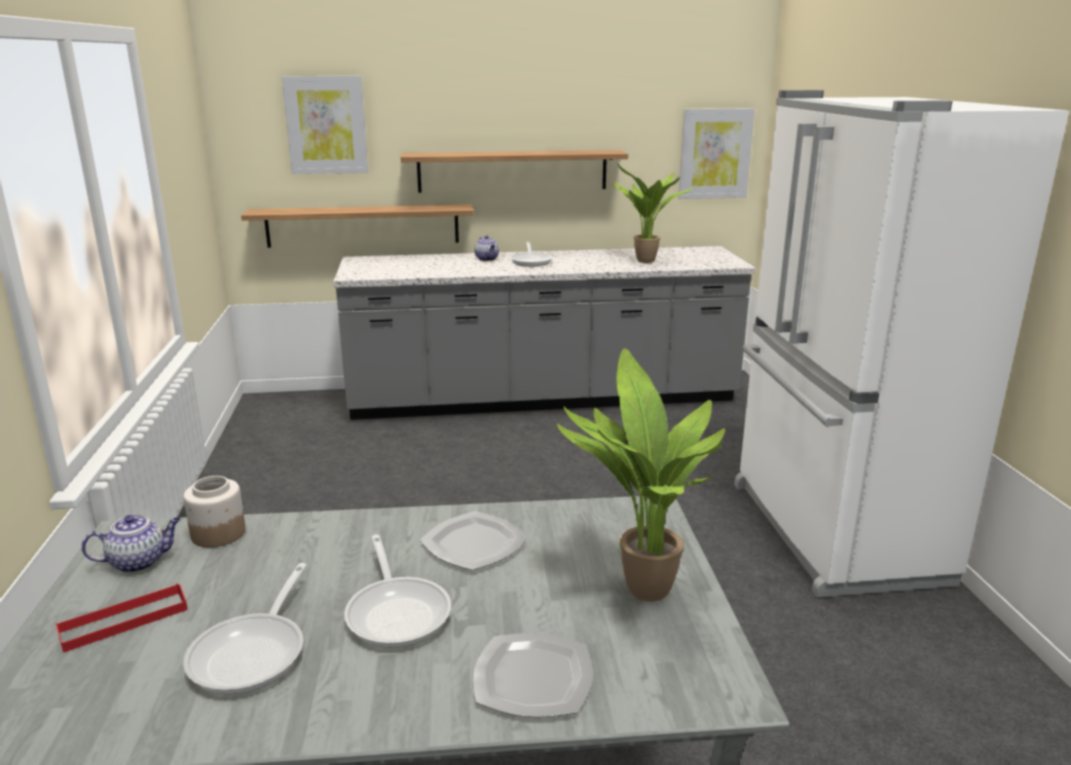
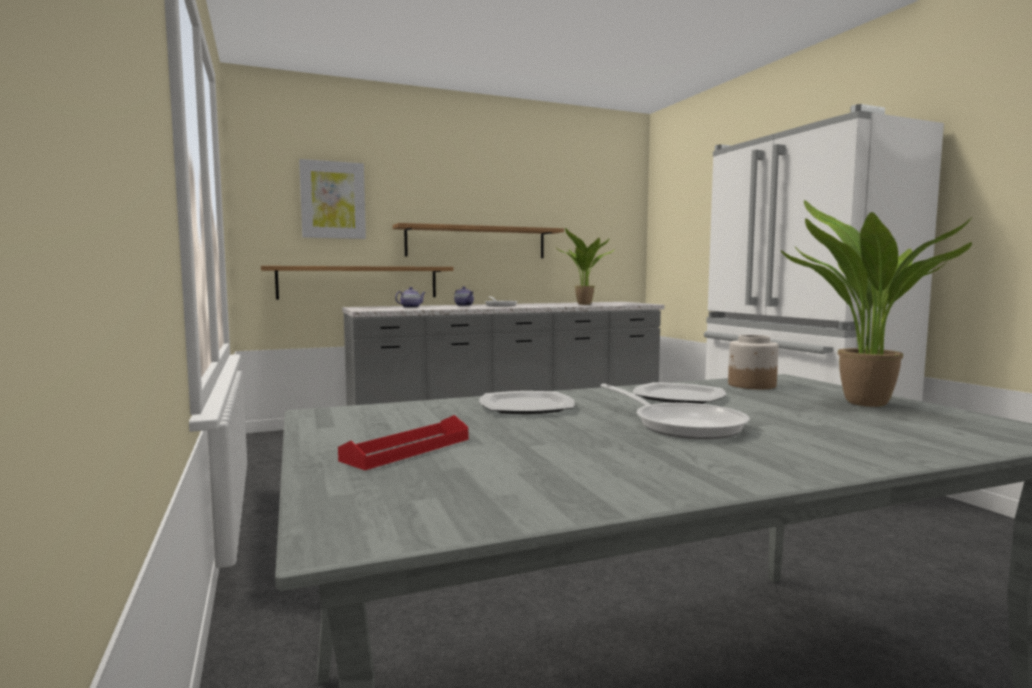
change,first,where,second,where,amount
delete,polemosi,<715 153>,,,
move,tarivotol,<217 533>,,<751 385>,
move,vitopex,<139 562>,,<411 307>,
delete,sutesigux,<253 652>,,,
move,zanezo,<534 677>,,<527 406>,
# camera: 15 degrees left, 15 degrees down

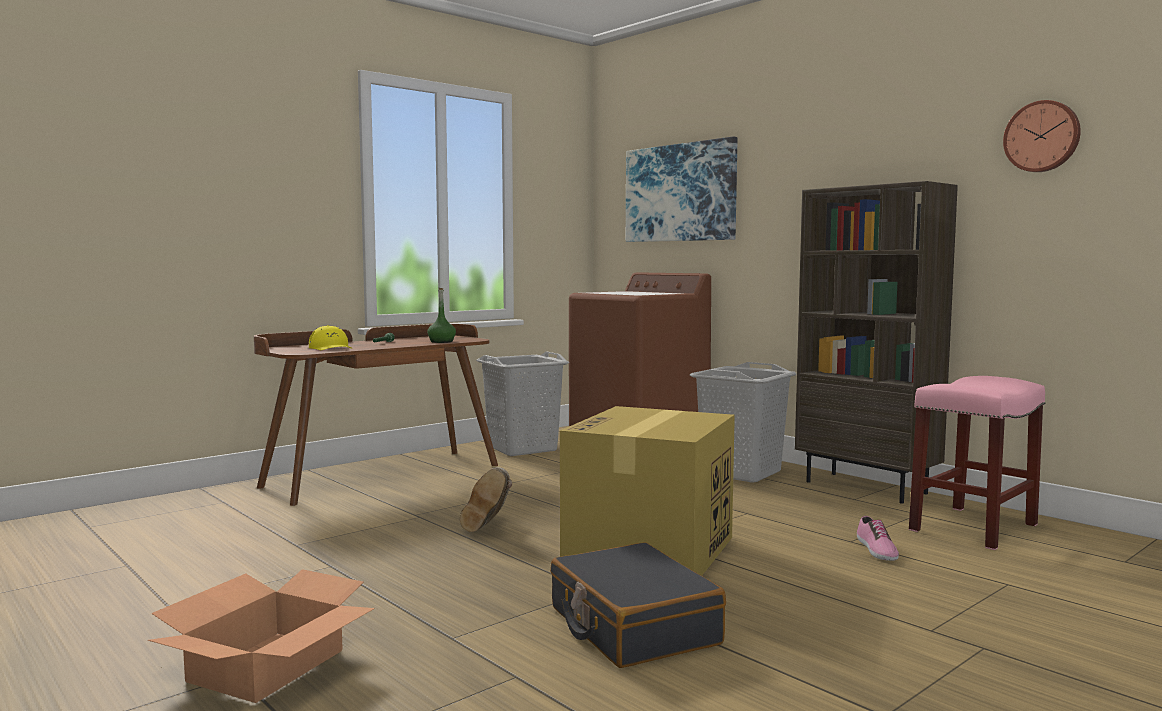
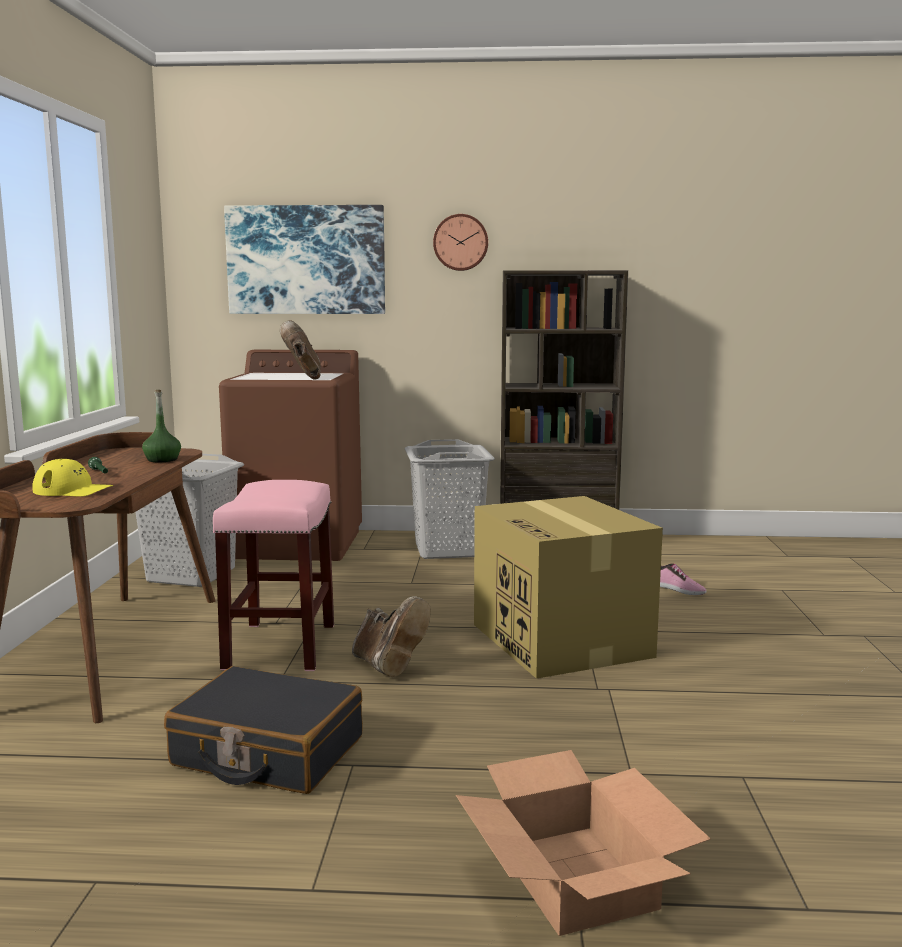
change,first,where,second,where,amount
move,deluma,<1042 137>,,<460 242>,
move,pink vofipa,<974 528>,,<281 647>,
move,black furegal,<632 626>,,<267 752>,
insert,,,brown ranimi,<304 377>,
# camera: 45 degrees left, 5 degrees up

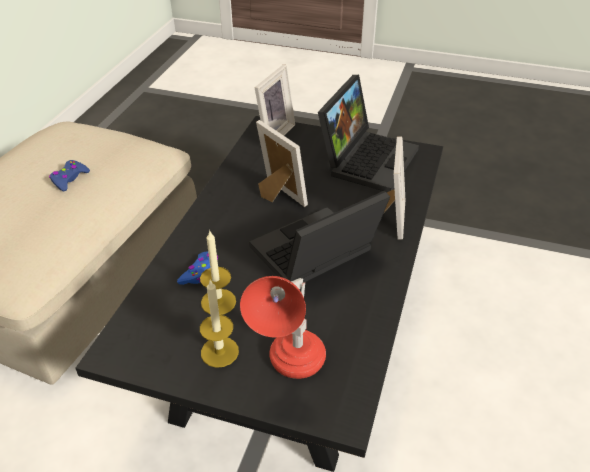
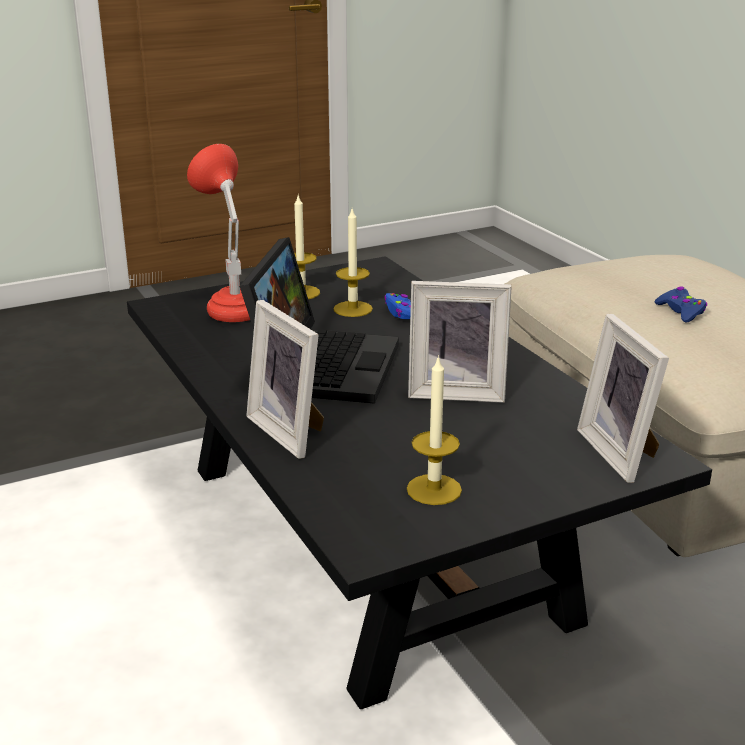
change,first,where,second,where,amount
replace,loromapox,<367 158>,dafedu,<434 489>,
# camera: 135 degrees right, 15 degrees down

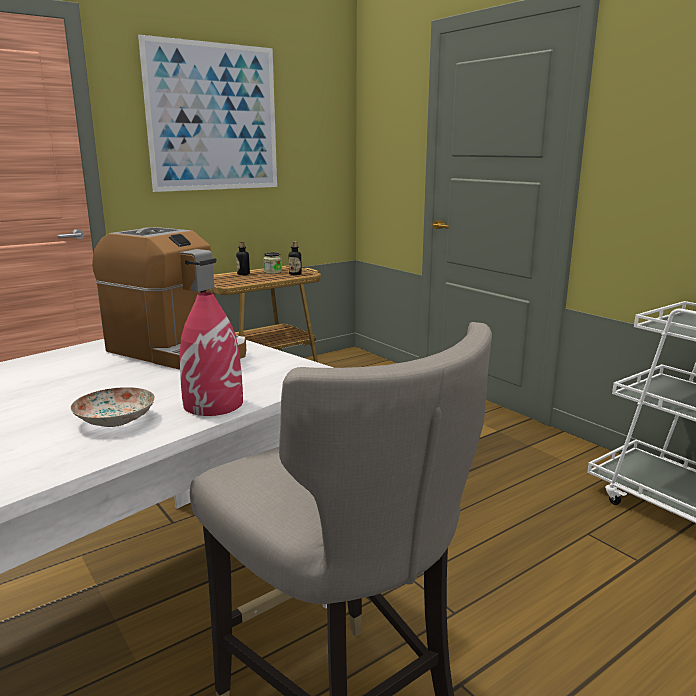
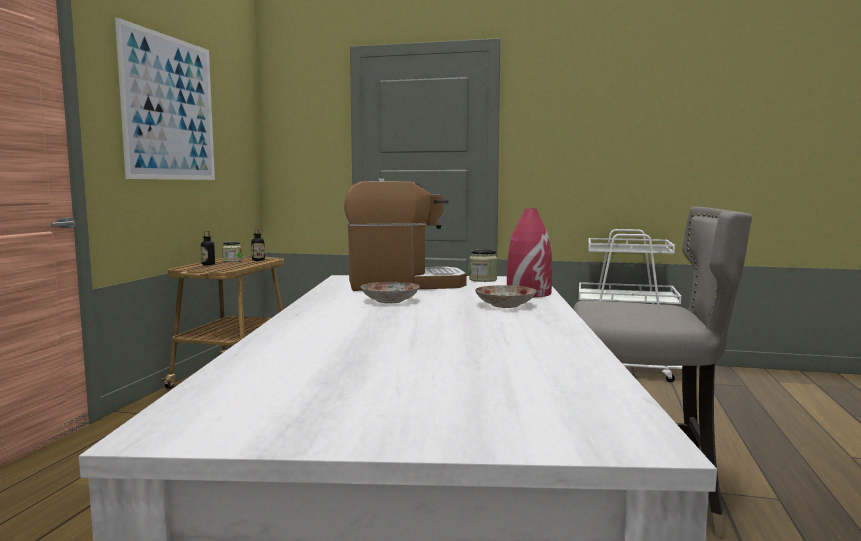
change,first,where,second,where,amount
insert,,,tarivotol,<483 279>,
insert,,,zanezo,<391 301>,
# camera: 40 degrees left, 10 degrees down

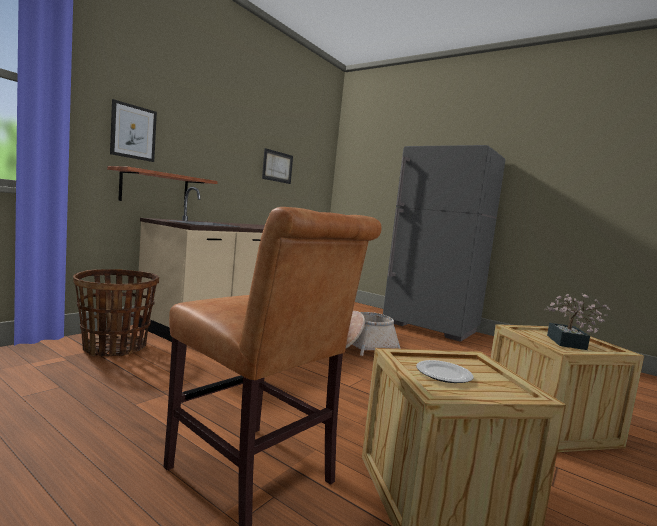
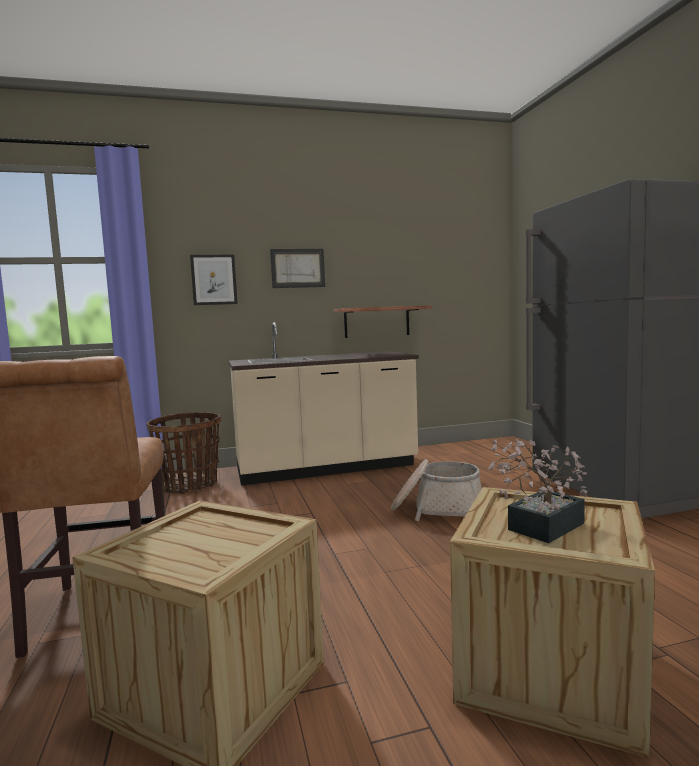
change,first,where,second,where,amount
move,polemosi,<277 166>,,<297 268>,
move,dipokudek,<155 188>,,<377 322>,
delete,zanezo,<443 374>,,,
# camera: 40 degrees right, 0 degrees up

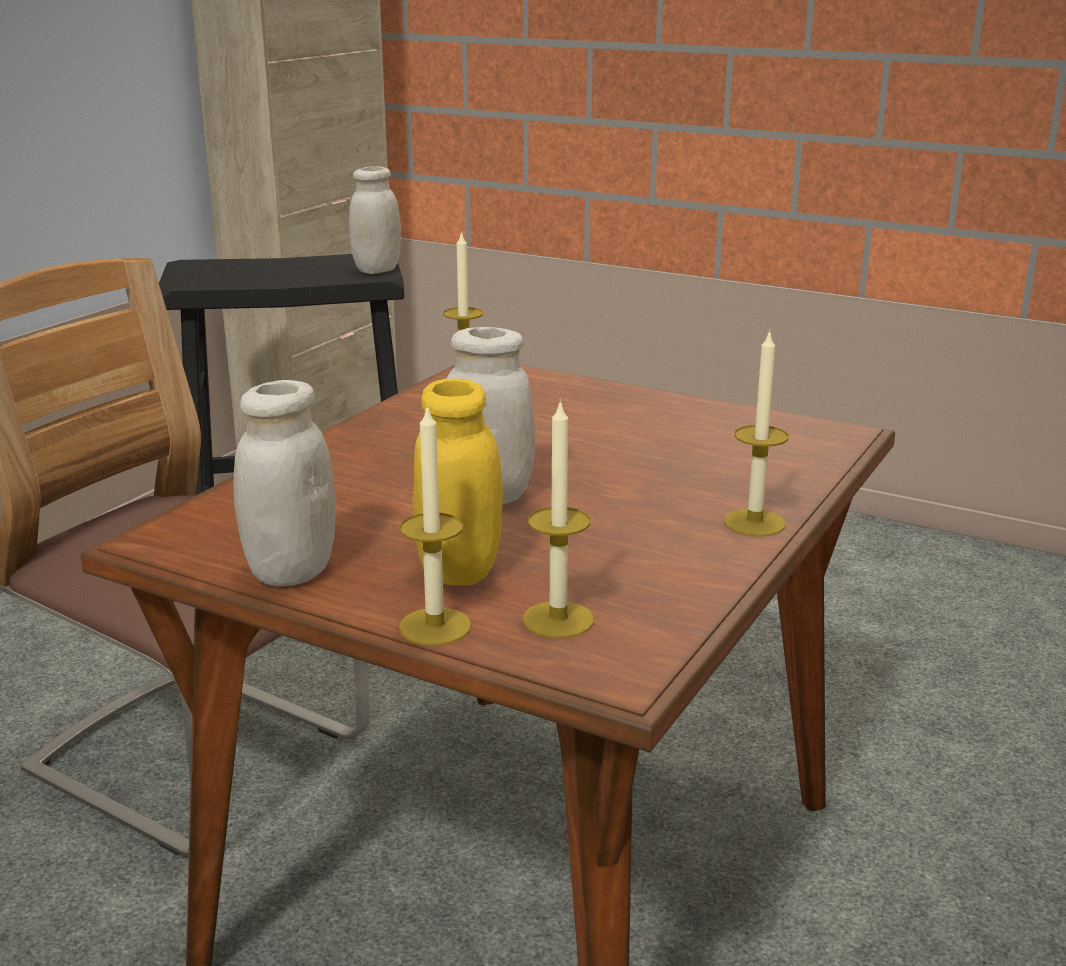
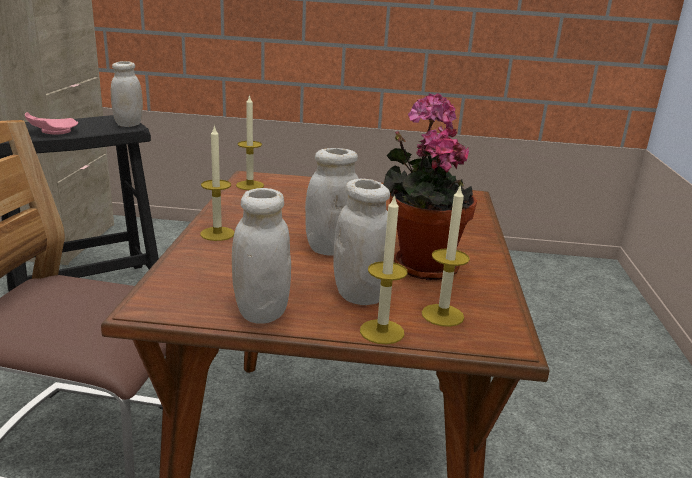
change,first,where,second,where,amount
move,dafedu,<754 523>,,<217 234>,
recolor,yellow tarivotol,<459 570>,white tarivotol,<360 295>,
insert,,,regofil,<420 264>,
insert,,,pink zanezo,<52 132>,
# camera: 25 degrees left, 0 degrees up

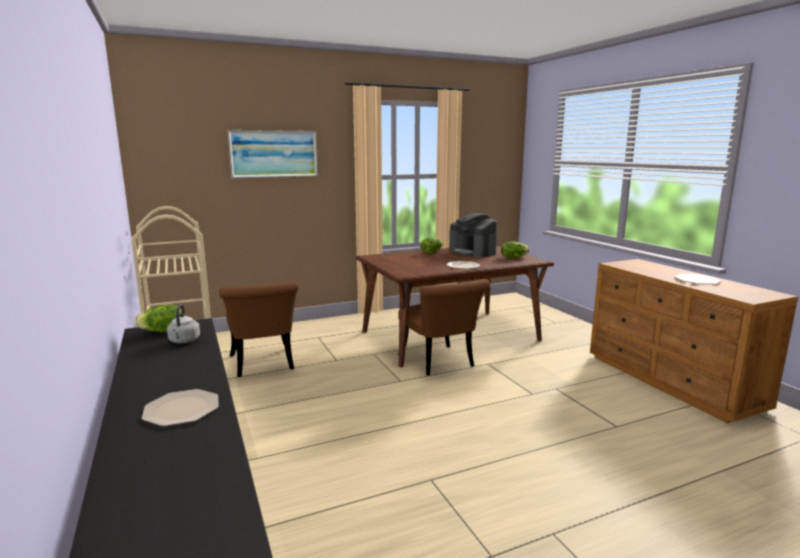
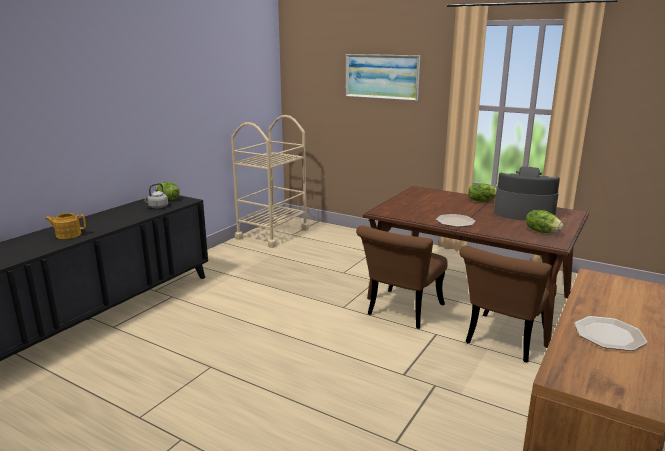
change,first,where,second,where,amount
rotate,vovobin,<473 252>,,<523 213>,90 degrees clockwise
move,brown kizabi,<263 365>,,<502 341>,
replace,zanezo,<181 409>,vitopex,<68 235>,
# camera: 55 degrees right, 5 degrees up

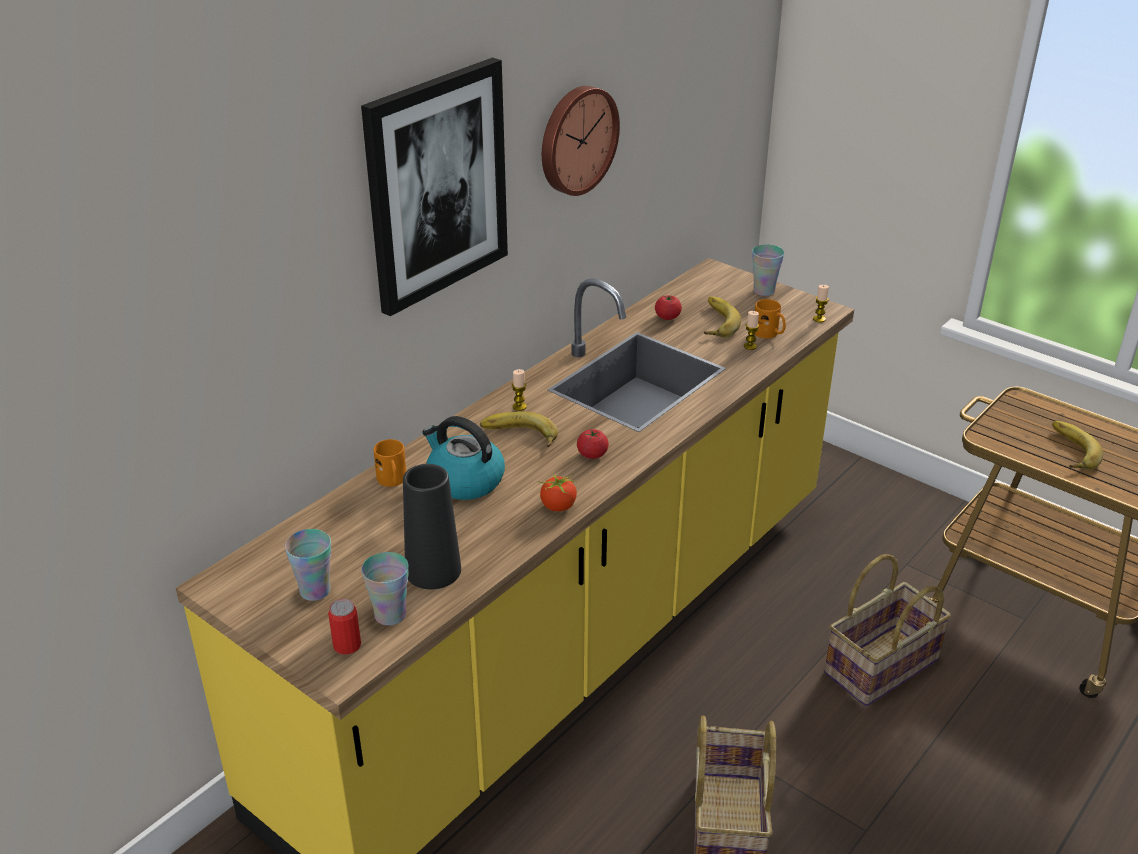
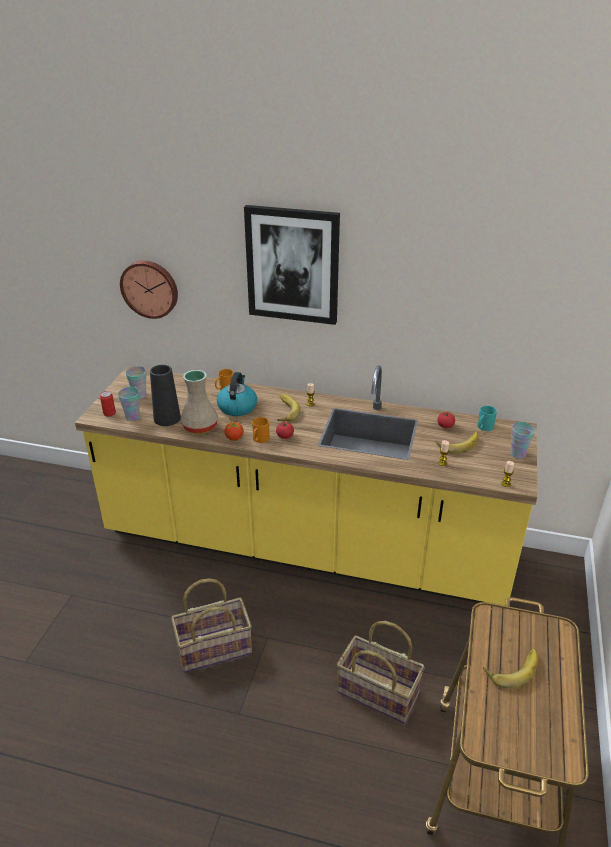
change,first,where,second,where,amount
move,deluma,<576 139>,,<150 288>,
move,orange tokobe,<769 334>,,<259 440>,
insert,,,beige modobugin,<199 426>,
insert,,,turquoise tokobe,<483 428>,
# camera: 65 degrees right, 0 degrees up

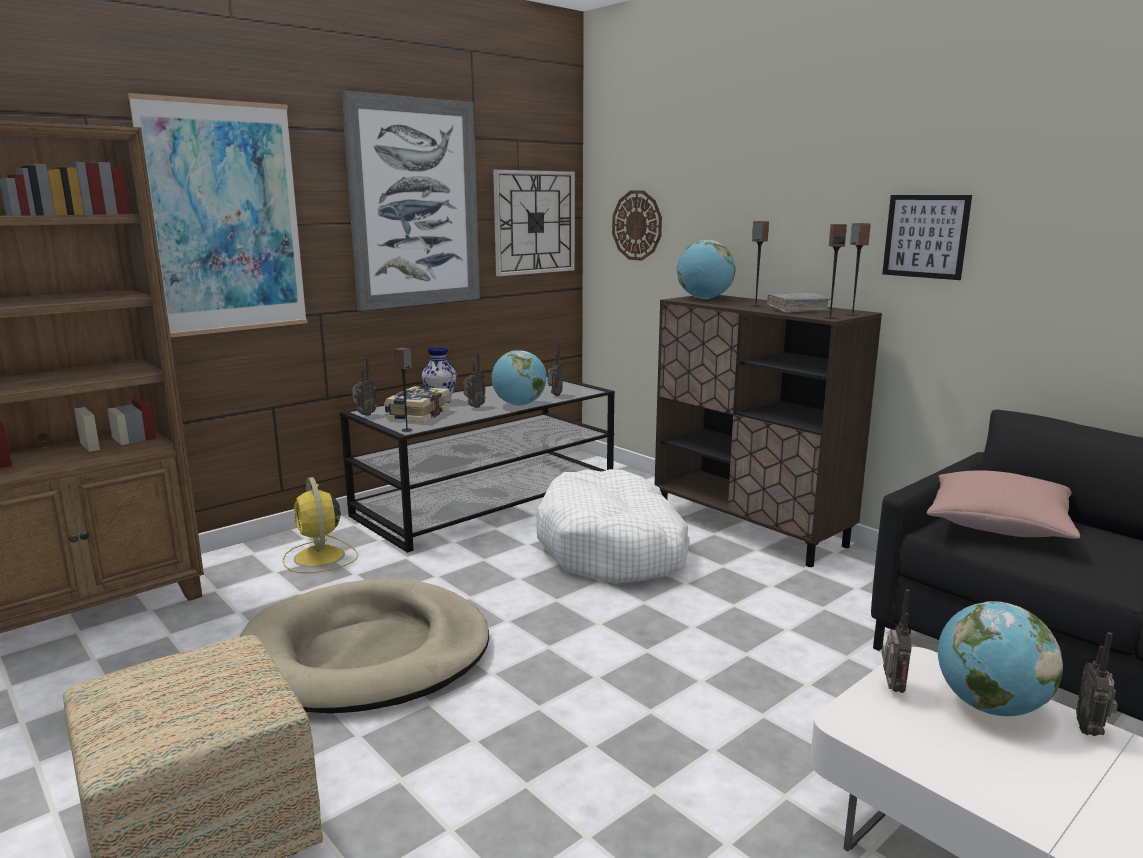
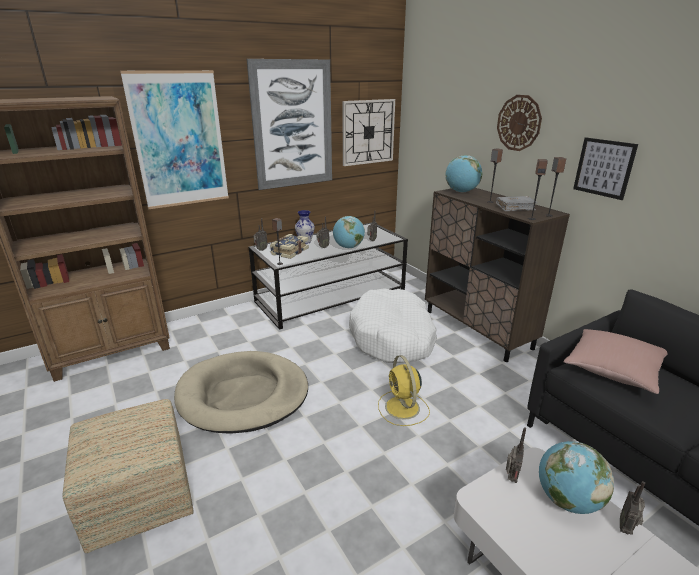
change,first,where,second,where,amount
move,deluma,<637 225>,,<519 123>,
move,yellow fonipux,<319 557>,,<403 408>,
# camera: 10 degrees right, 10 degrees up

